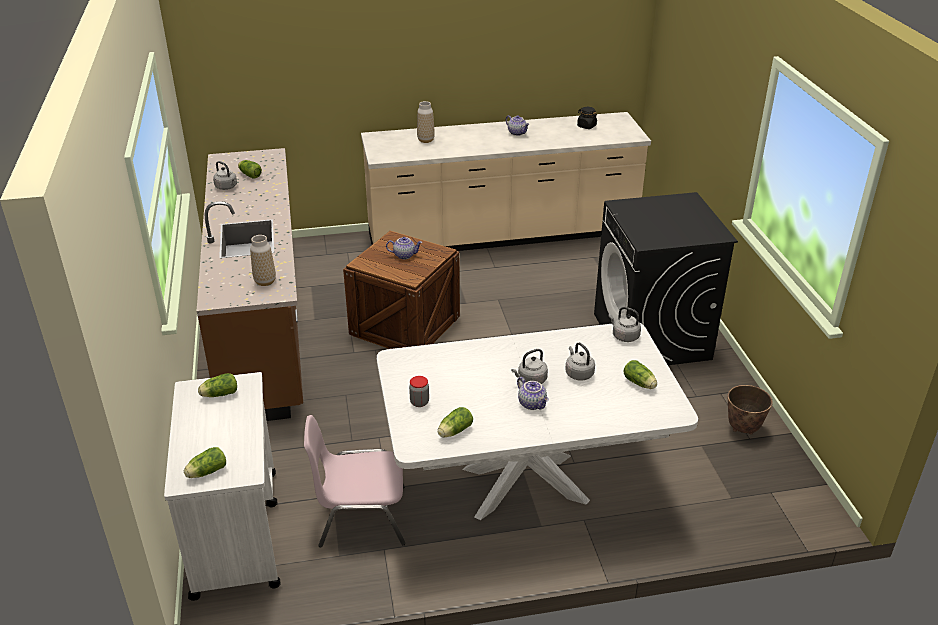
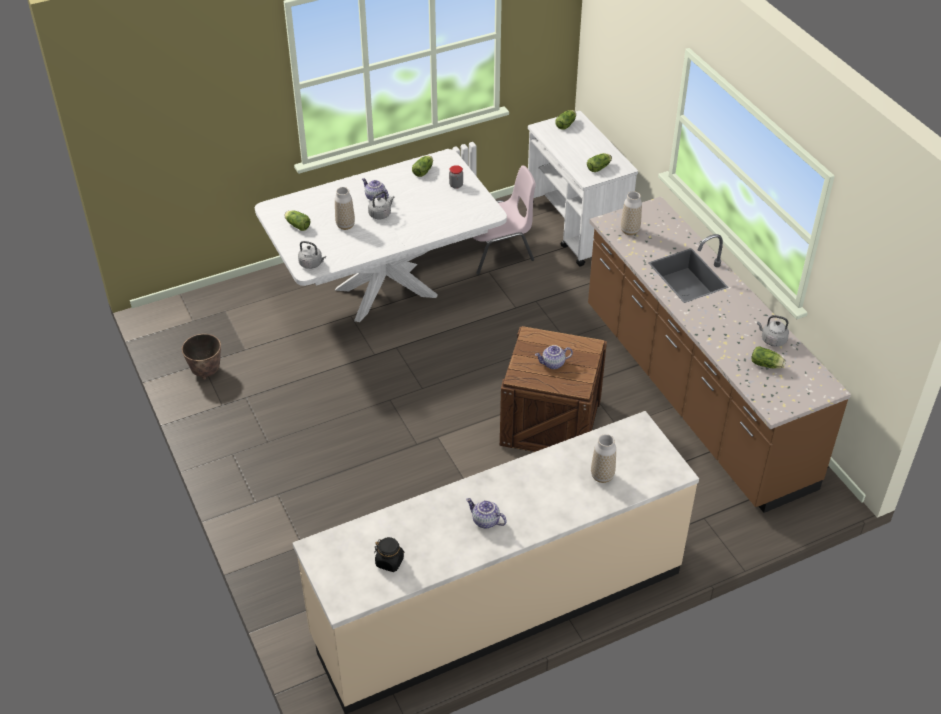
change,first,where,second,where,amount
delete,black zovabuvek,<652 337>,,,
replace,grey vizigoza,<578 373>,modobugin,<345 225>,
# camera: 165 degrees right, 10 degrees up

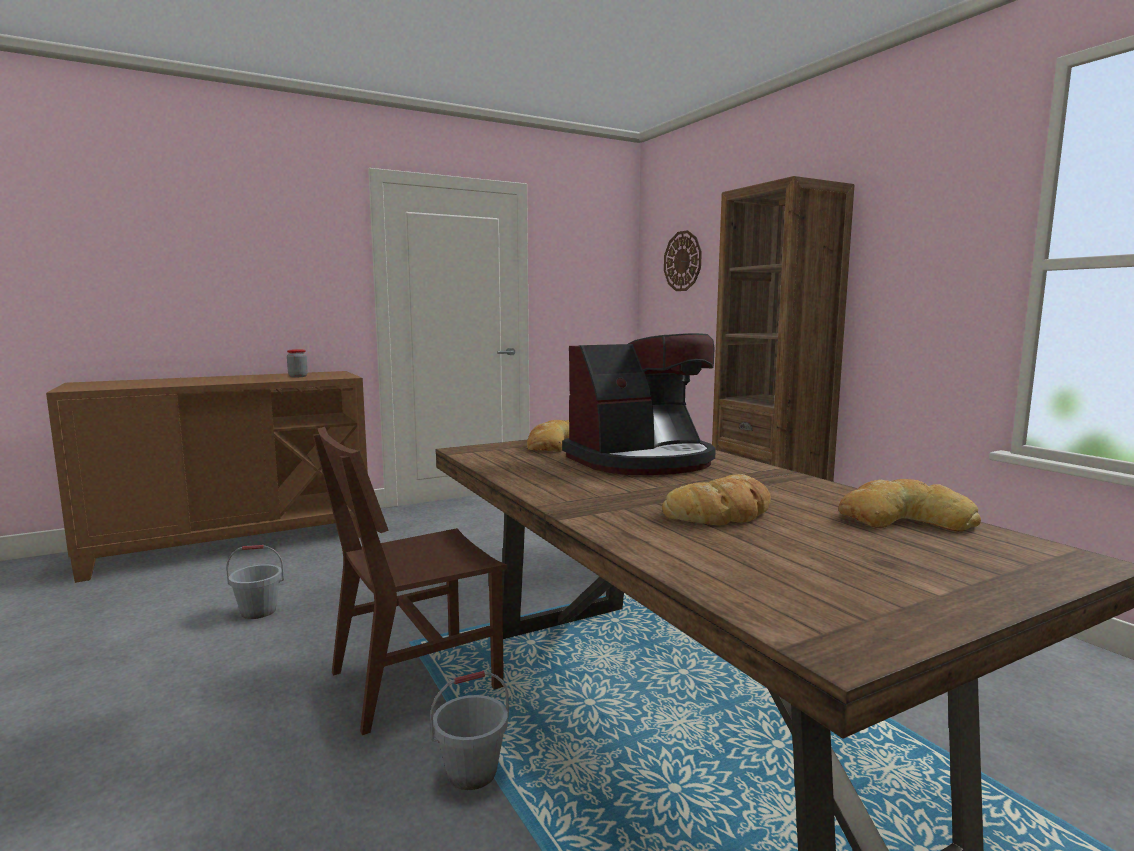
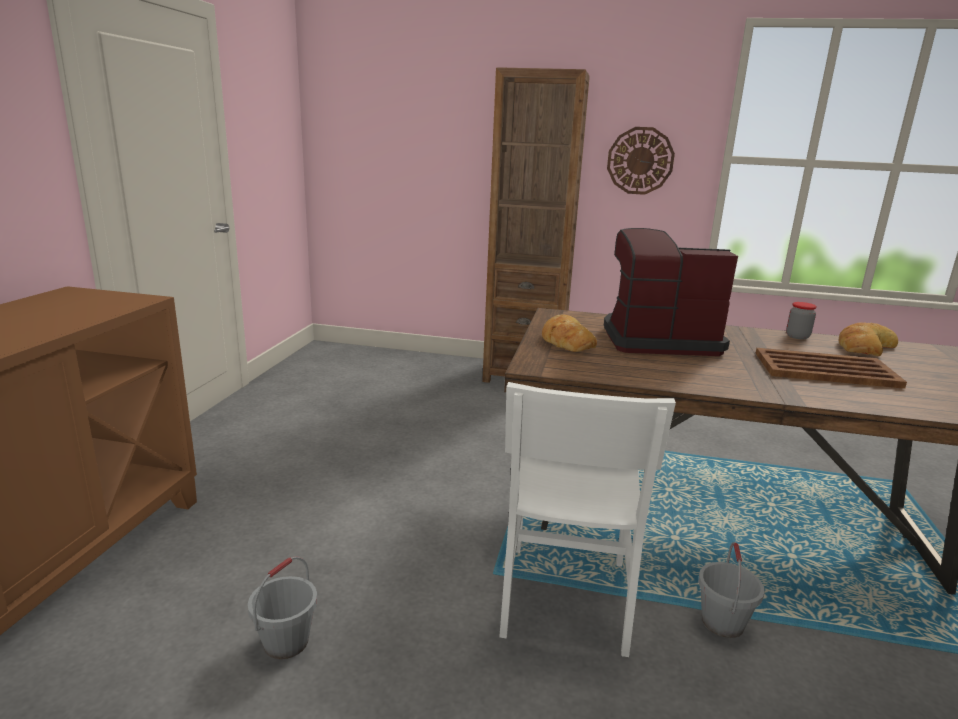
change,first,where,second,where,amount
move,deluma,<683 261>,,<640 161>,
rotate,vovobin,<642 460>,,<658 340>,105 degrees counterclockwise
move,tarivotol,<298 376>,,<797 336>,
recolor,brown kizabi,<415 680>,white kizabi,<565 596>,
replace,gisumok,<722 513>,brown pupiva,<823 369>,
# camera: 50 degrees left, 10 degrees up

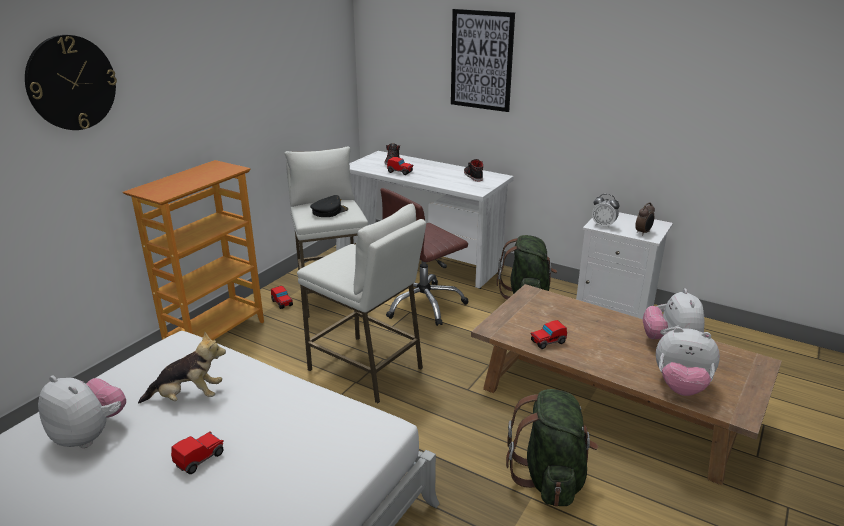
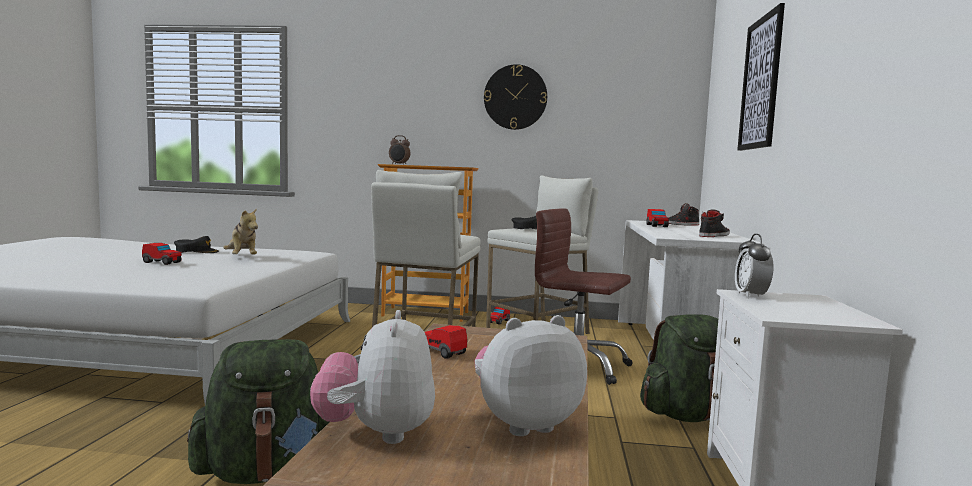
change,first,where,second,where,amount
move,deluma,<71 83>,,<515 97>,
move,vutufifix,<643 232>,,<399 164>,
replace,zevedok,<90 435>,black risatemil,<196 251>,
# camera: 65 degrees right, 20 degrees down

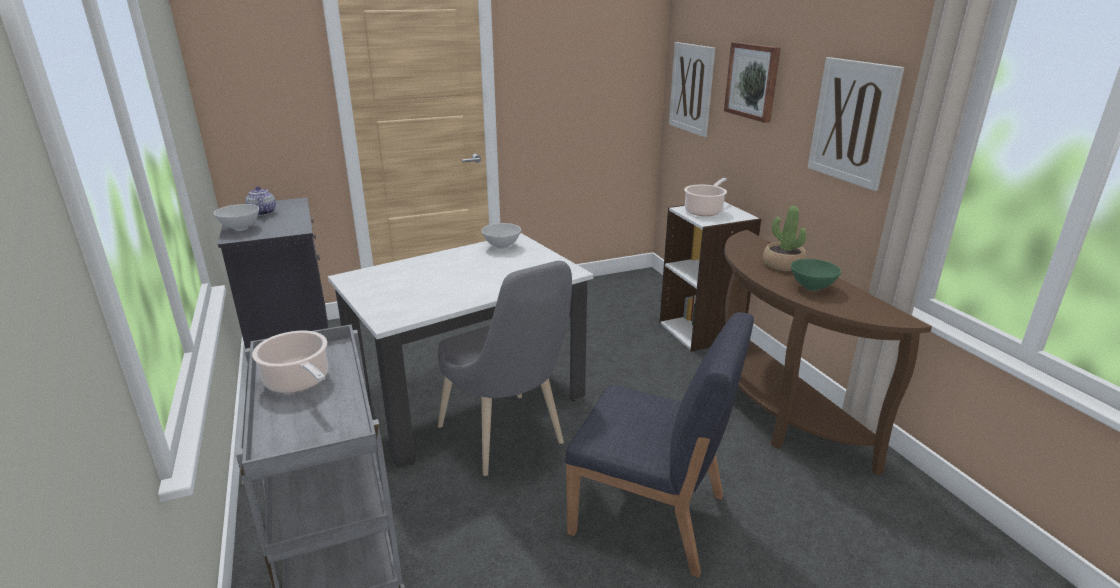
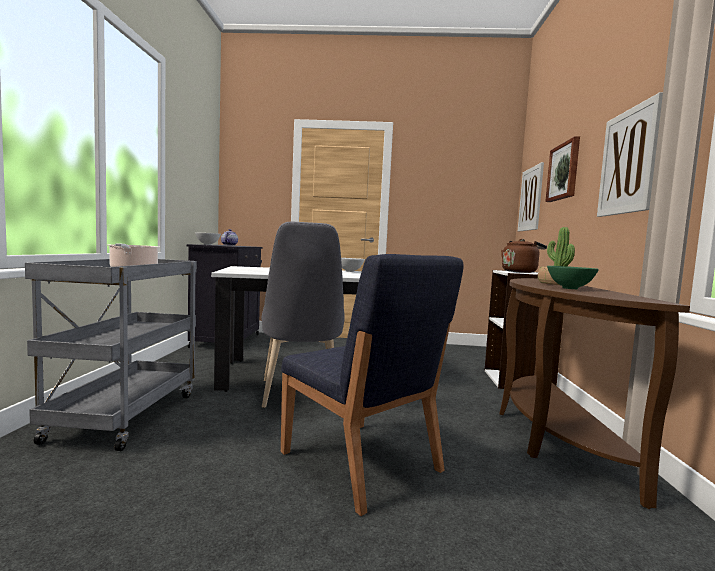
change,first,where,second,where,amount
replace,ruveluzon,<704 211>,brown vizigoza,<520 272>,
# camera: 25 degrees right, 20 degrees down

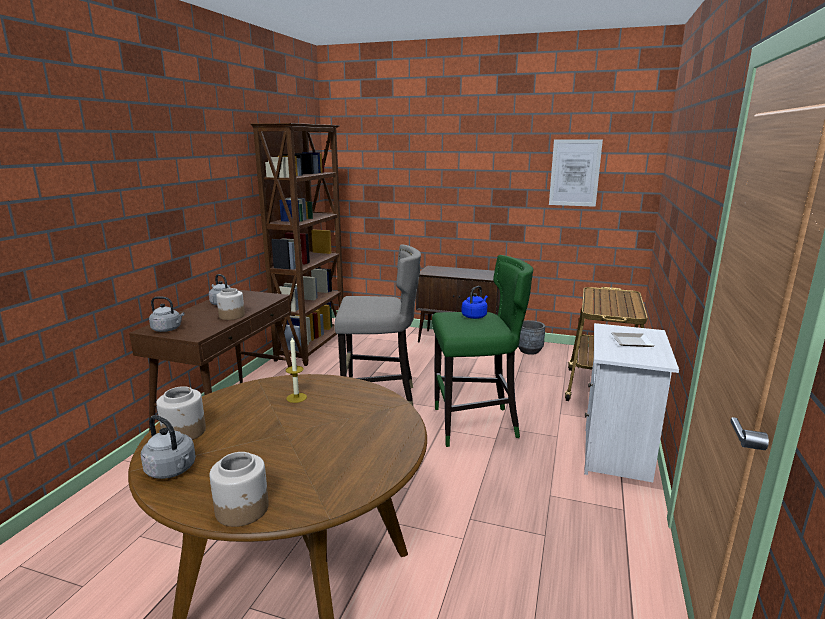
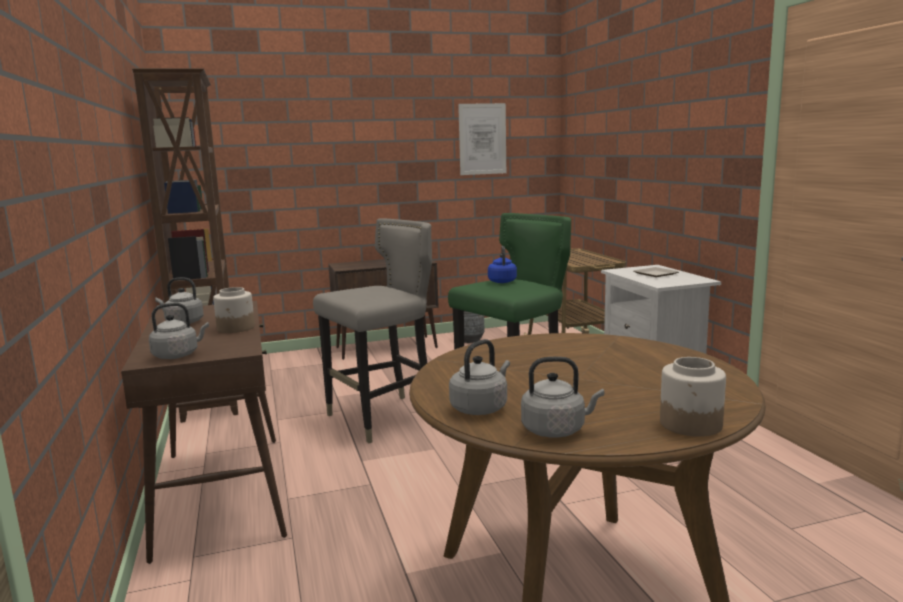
change,first,where,second,where,amount
delete,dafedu,<296 397>,,,
replace,tarivotol,<184 432>,grey vizigoza,<481 408>,
# camera: 35 degrees left, 5 degrees down

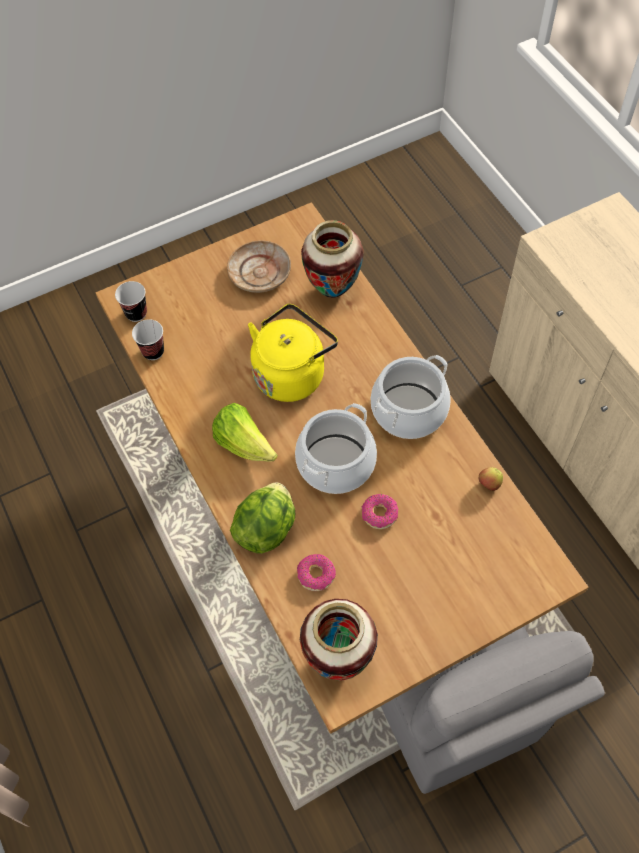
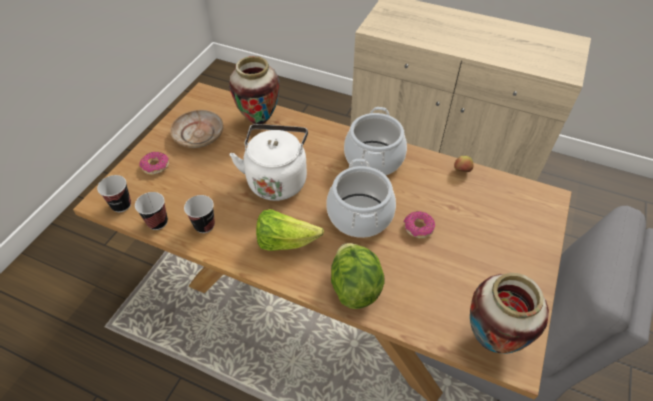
change,first,where,second,where,amount
recolor,yellow vizigoza,<292 373>,white vizigoza,<277 179>,
move,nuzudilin,<316 575>,,<155 166>,
insert,,,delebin,<204 225>,
# camera: 40 degrees left, 10 degrees down

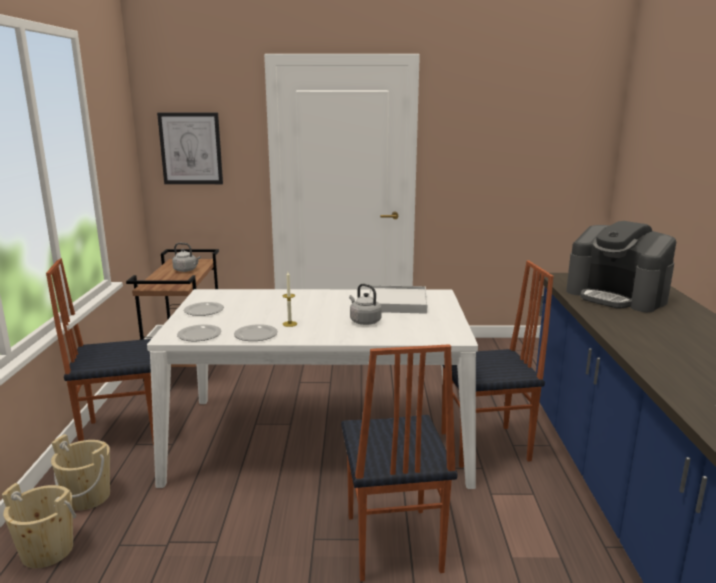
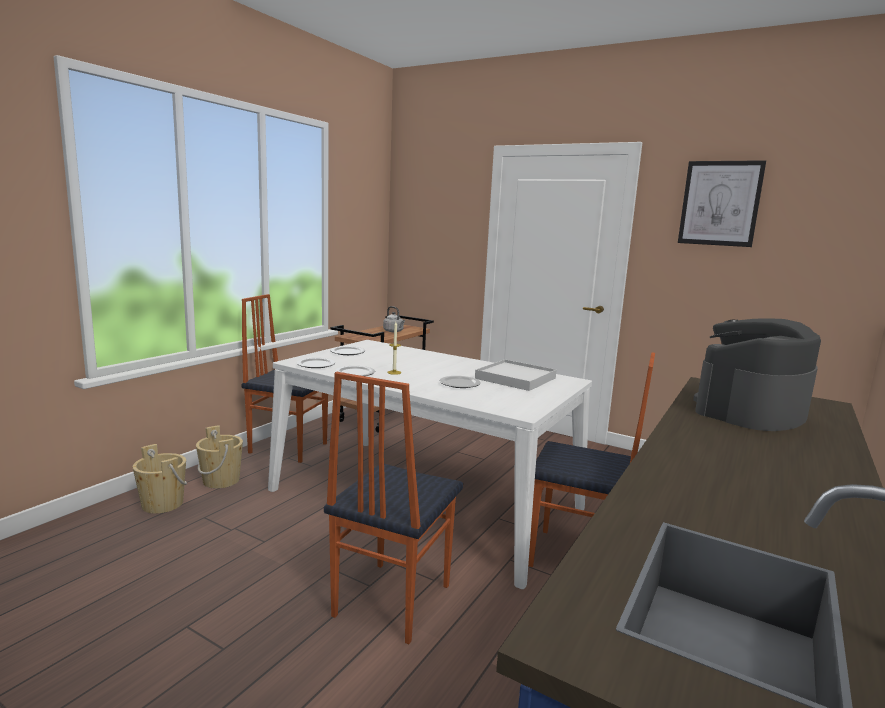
change,first,where,second,where,amount
move,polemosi,<191 148>,,<720 203>,
rotate,vovobin,<616 296>,,<749 411>,60 degrees clockwise
replace,grey vizigoza,<364 321>,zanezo,<459 383>,
# camera: 30 degrees right, 5 degrees down

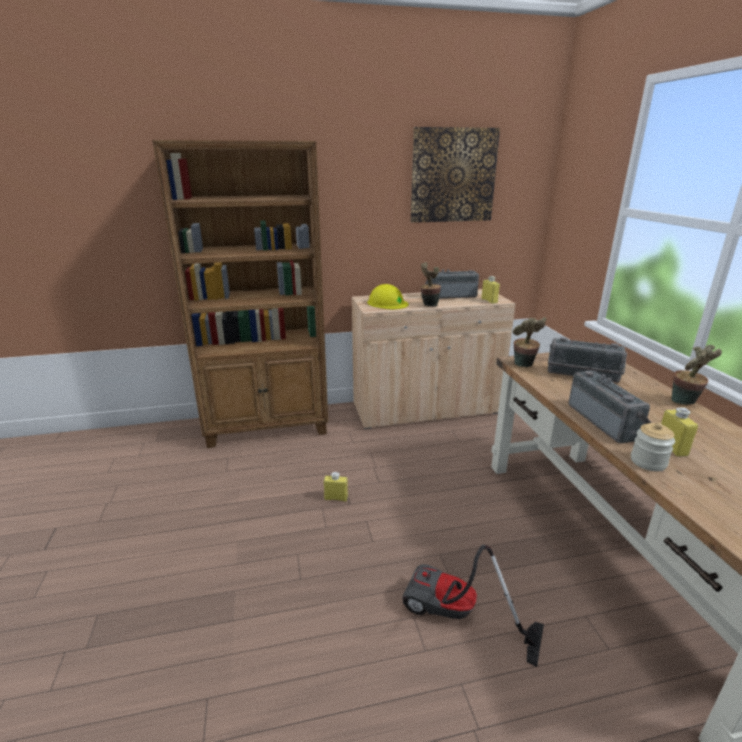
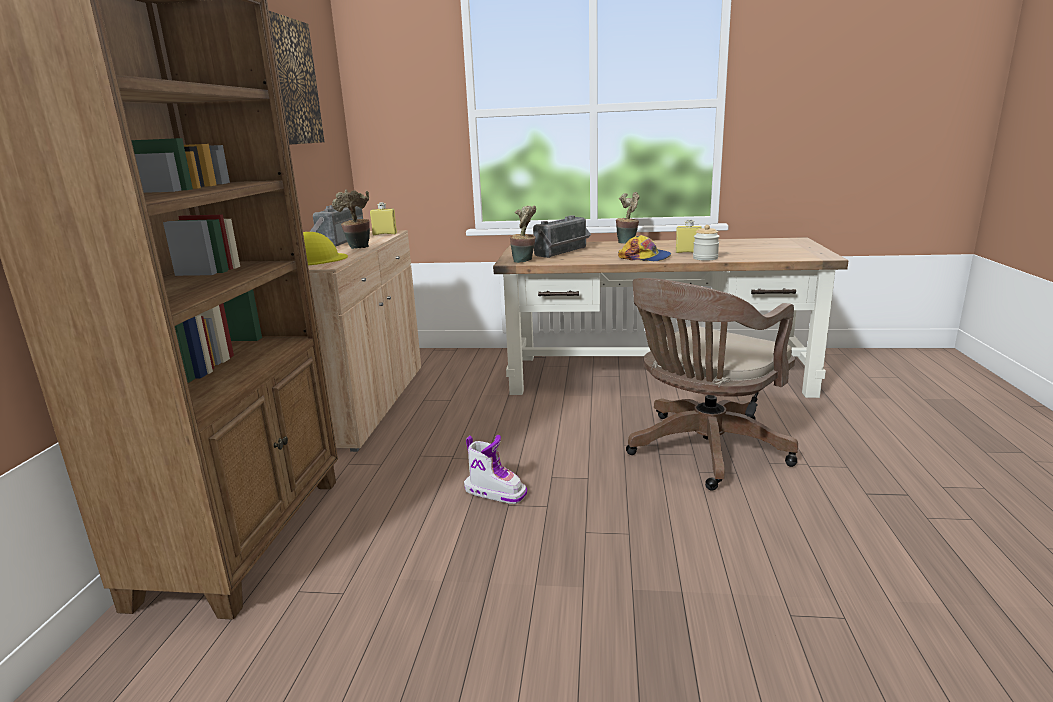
change,first,where,second,where,amount
replace,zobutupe,<606 421>,risatemil,<645 257>,
replace,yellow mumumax,<336 498>,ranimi,<495 492>,
replace,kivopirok,<456 617>,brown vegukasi,<703 451>,
# camera: 70 degrees left, 5 degrees down

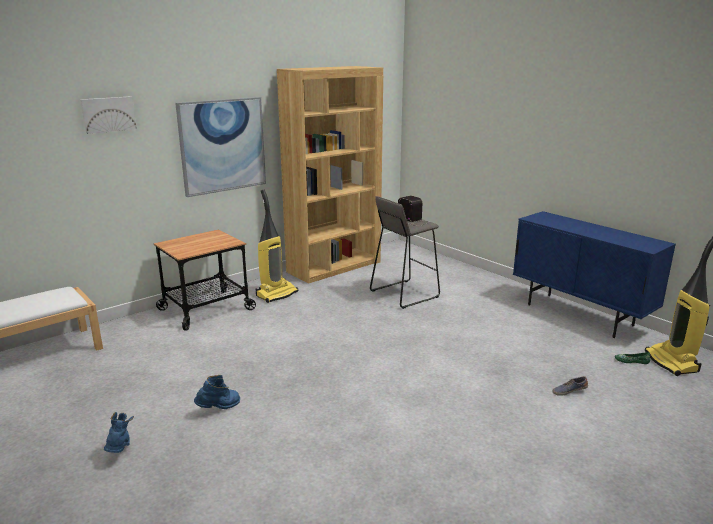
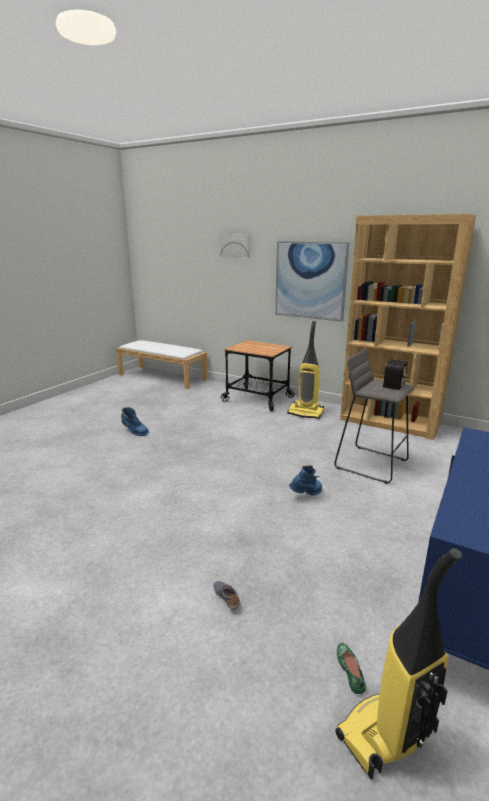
change,first,where,second,where,amount
move,blue ranimi,<120 450>,,<306 495>,
# camera: 70 degrees right, 0 degrees up

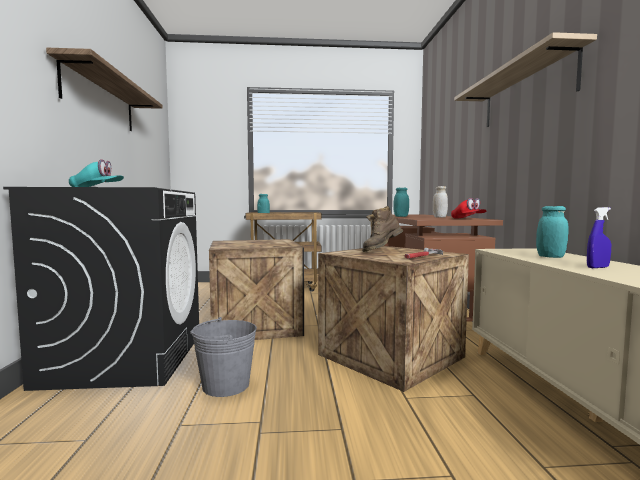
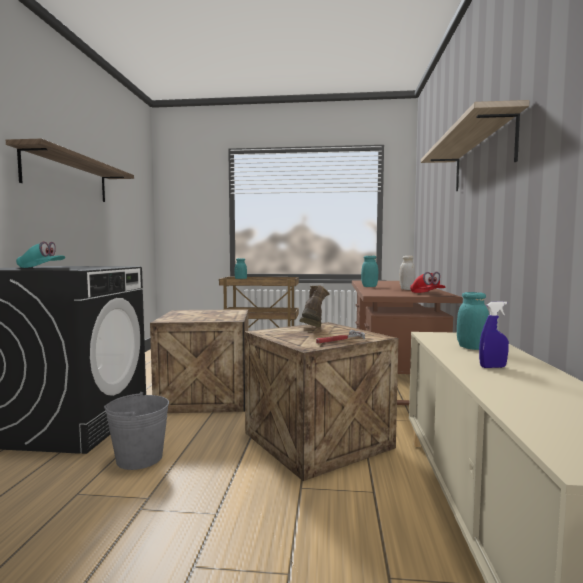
change,first,where,second,where,amount
rotate,brown ranimi,<381 251>,,<312 330>,120 degrees clockwise
# camera: 10 degrees right, 0 degrees up

